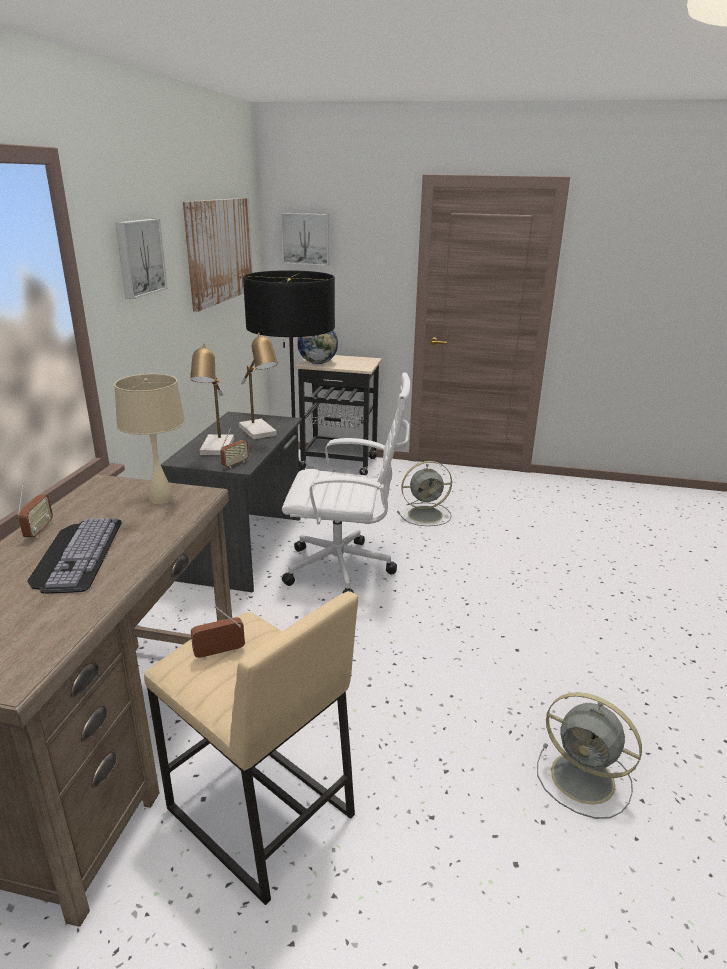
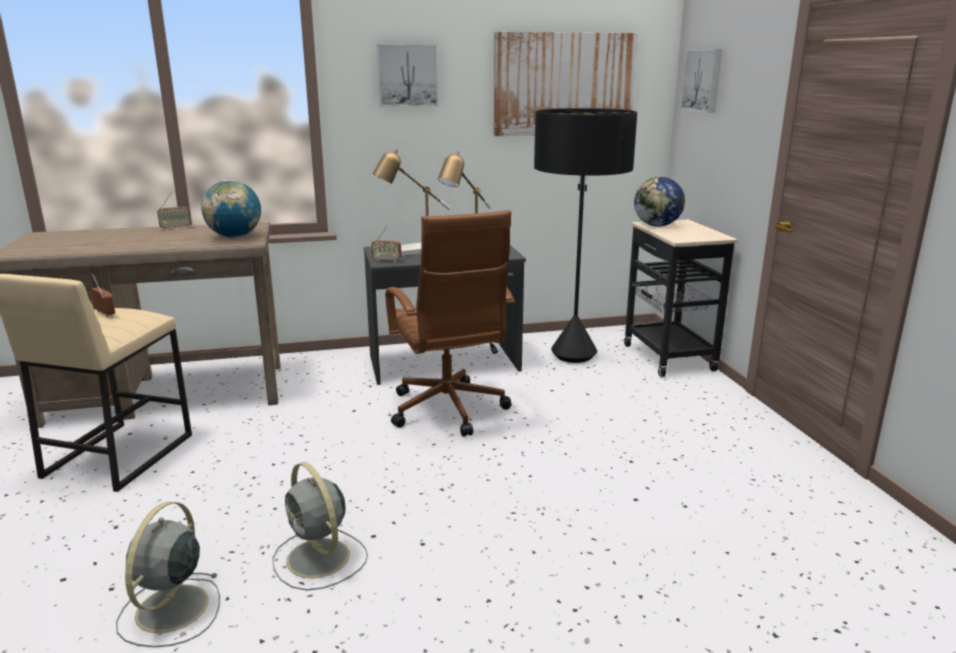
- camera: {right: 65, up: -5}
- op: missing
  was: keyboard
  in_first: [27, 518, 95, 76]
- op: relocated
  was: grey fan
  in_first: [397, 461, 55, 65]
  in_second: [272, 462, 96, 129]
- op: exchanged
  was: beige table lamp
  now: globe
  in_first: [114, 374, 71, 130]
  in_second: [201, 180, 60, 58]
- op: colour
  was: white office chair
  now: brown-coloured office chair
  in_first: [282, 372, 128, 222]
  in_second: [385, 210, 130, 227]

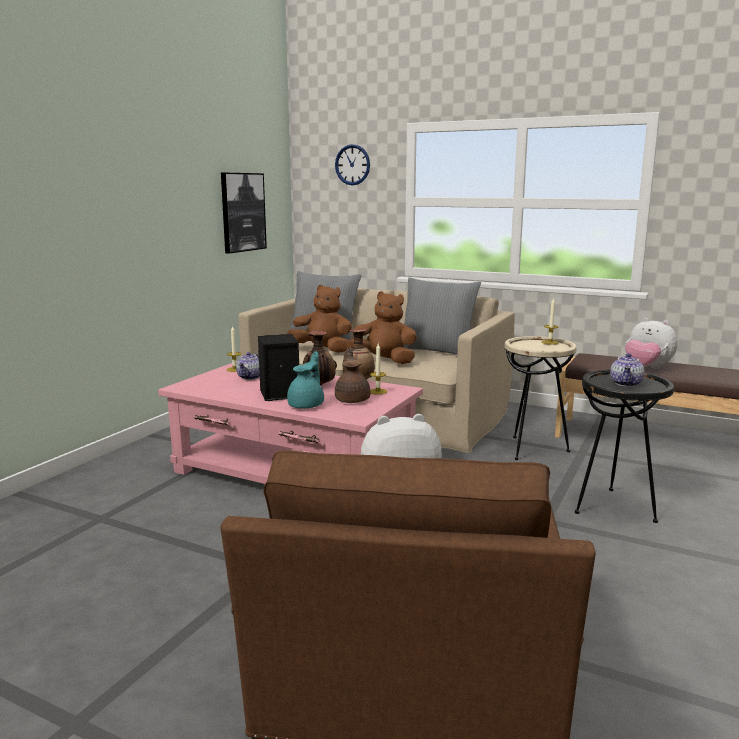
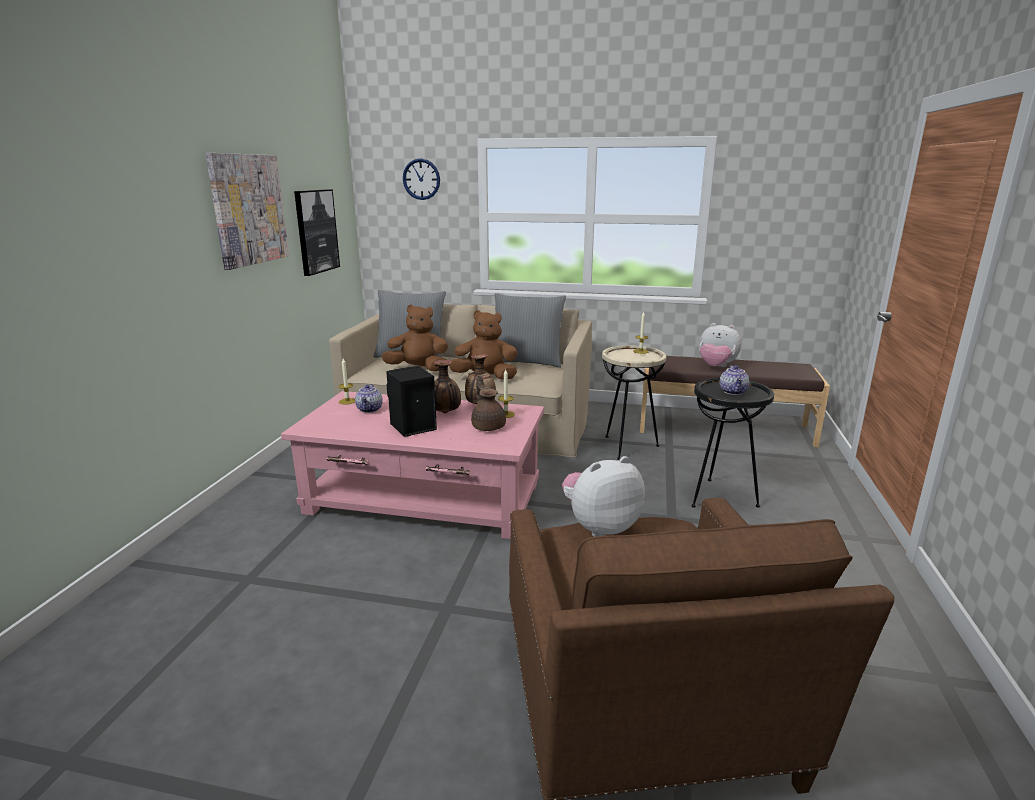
- camera: {right: -15, up: 5}
- op: missing
  was: blue-green tea pot
  in_first: [287, 351, 37, 57]
- op: appeared
  now: wall picture
  in_second: [205, 153, 84, 117]

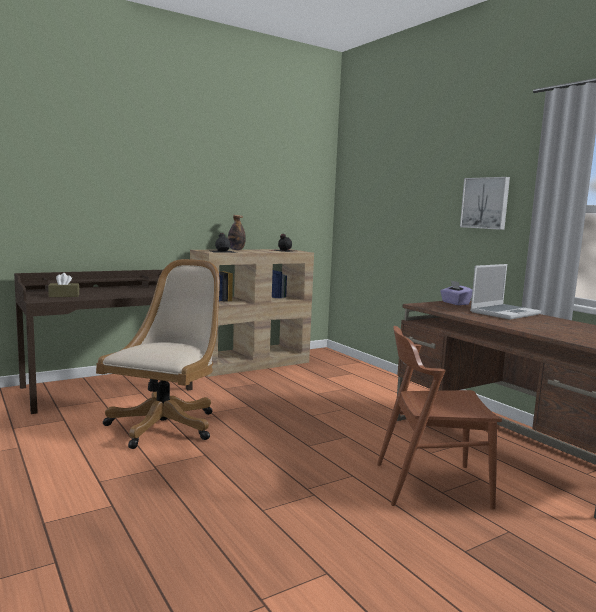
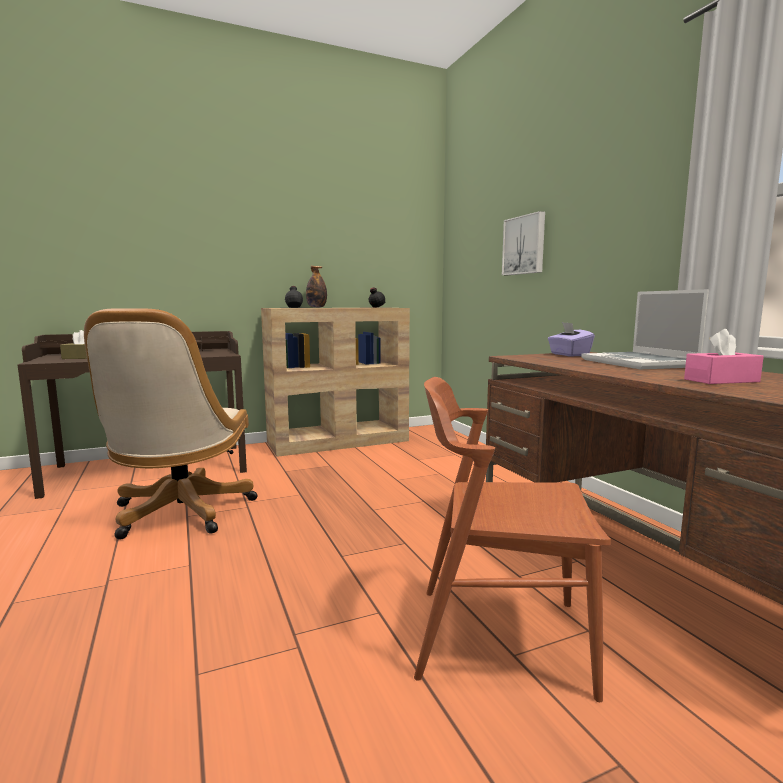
- camera: {right: 10, up: 0}
- op: appeared
  now: pinkish tissue holder
  in_second: [684, 329, 80, 55]
- op: relocated
  was: wall picture
  in_first: [460, 177, 50, 53]
  in_second: [502, 211, 43, 64]
- op: spun
  was: office chair
  in_first: [96, 259, 124, 190]
  in_second: [84, 308, 174, 231]
  clockwise: 150
- op: spun
  was: notebook computer
  in_first: [470, 264, 71, 56]
  in_second: [581, 289, 128, 80]
  clockwise: 105

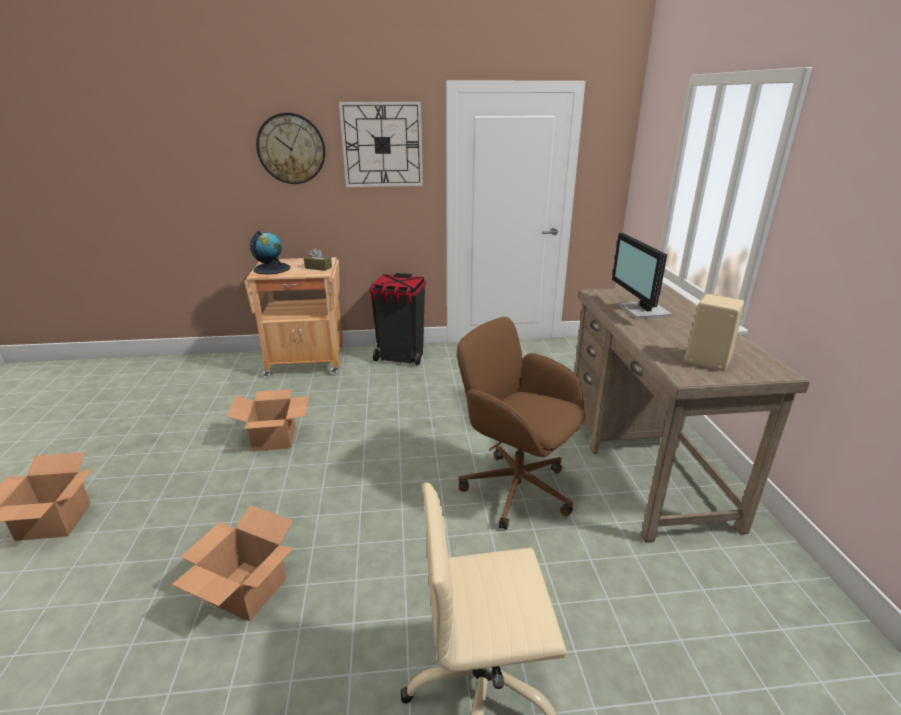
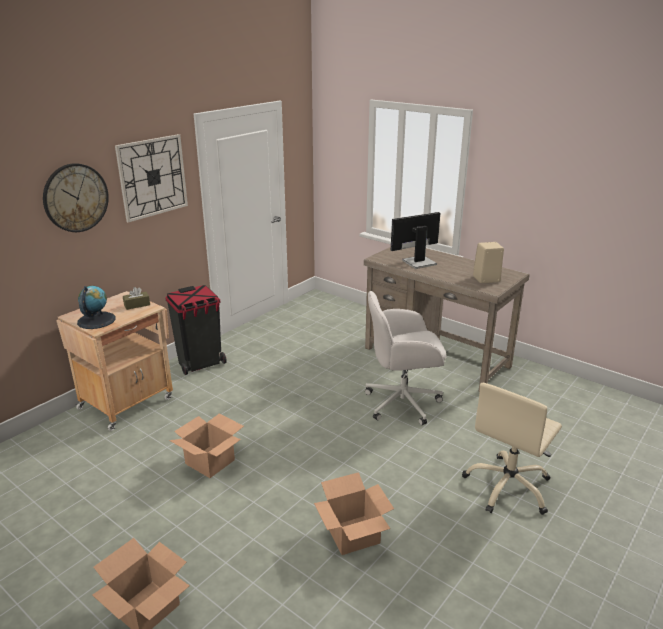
- camera: {right: -45, up: 0}
- op: colour
  was: brown-coloured office chair
  now: white office chair
  in_first: [457, 317, 129, 213]
  in_second: [365, 291, 82, 134]
- op: spun
  was: computer screen
  in_first: [612, 233, 61, 86]
  in_second: [391, 212, 49, 57]
  clockwise: 120

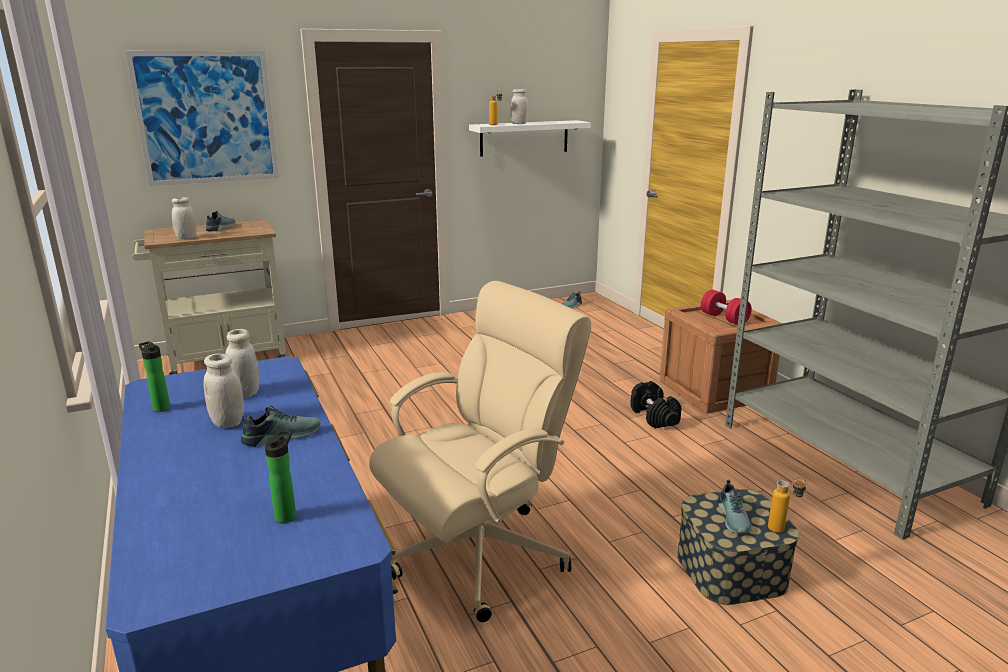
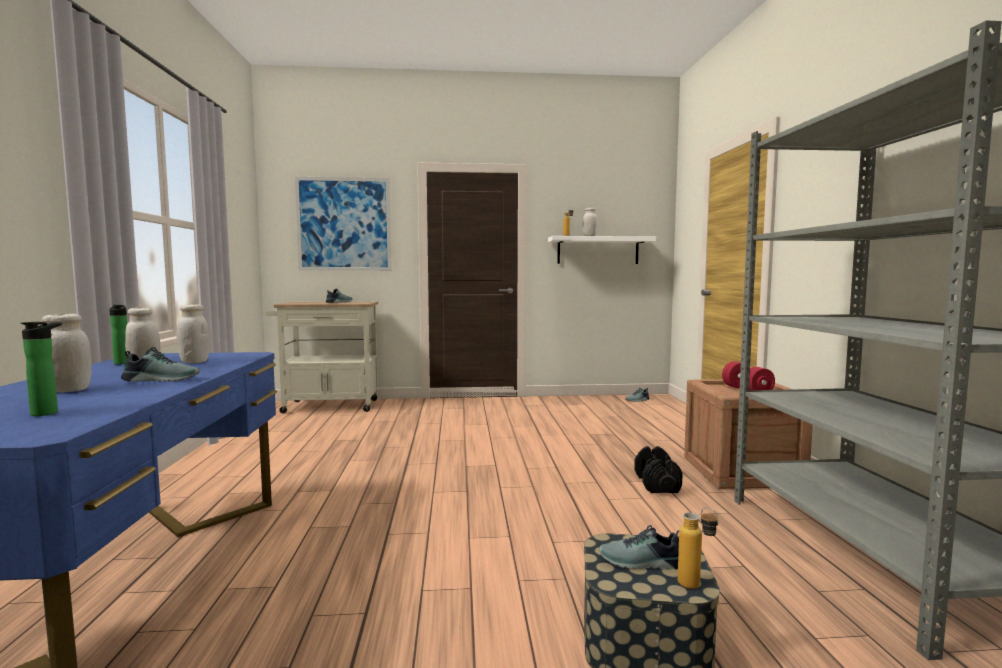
- camera: {right: 20, up: -15}
- op: missing
  was: beige office chair
  in_first: [369, 281, 222, 341]
- op: relocated
  was: white preserve jar
  in_first: [172, 197, 25, 42]
  in_second: [42, 314, 50, 78]
- op: spun
  was: low shoe
  in_first: [718, 480, 34, 53]
  in_second: [599, 525, 80, 45]
  clockwise: 75

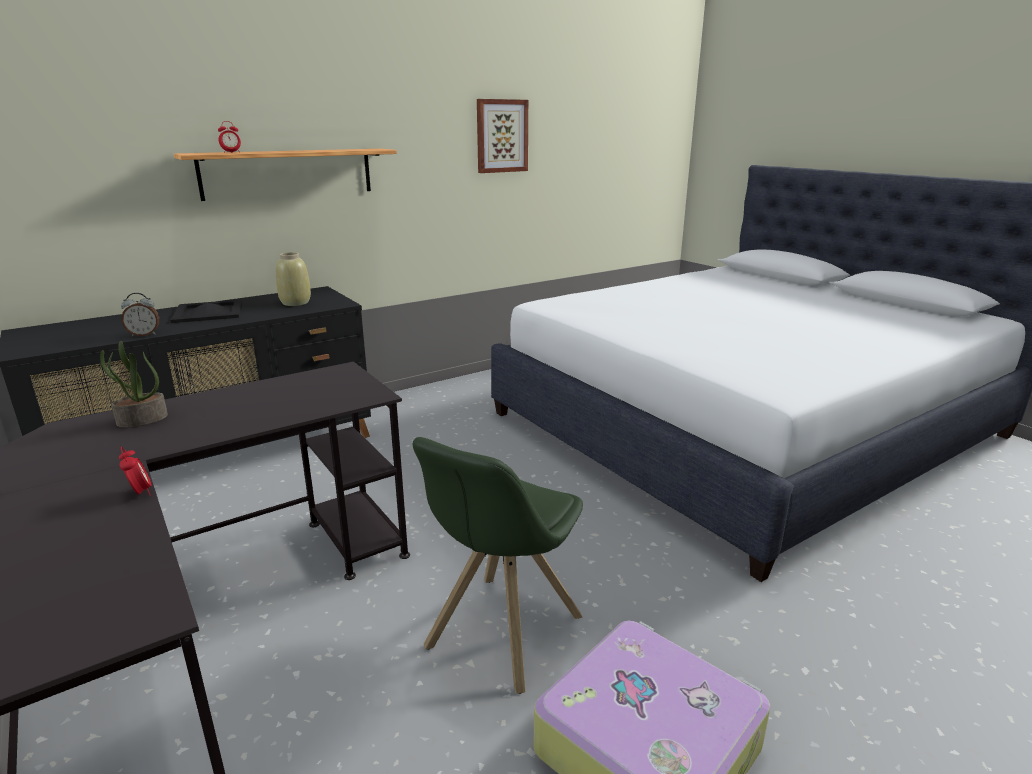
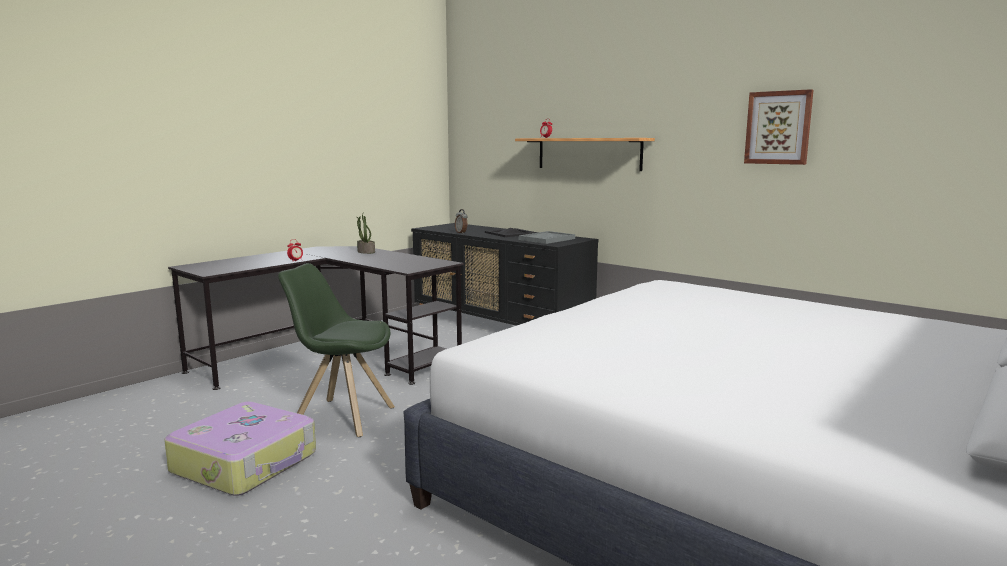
- camera: {right: 75, up: -10}
- op: exchanged
  was: beige flower vase
  now: grey carrying tray
  in_first: [276, 252, 35, 54]
  in_second: [519, 231, 56, 13]

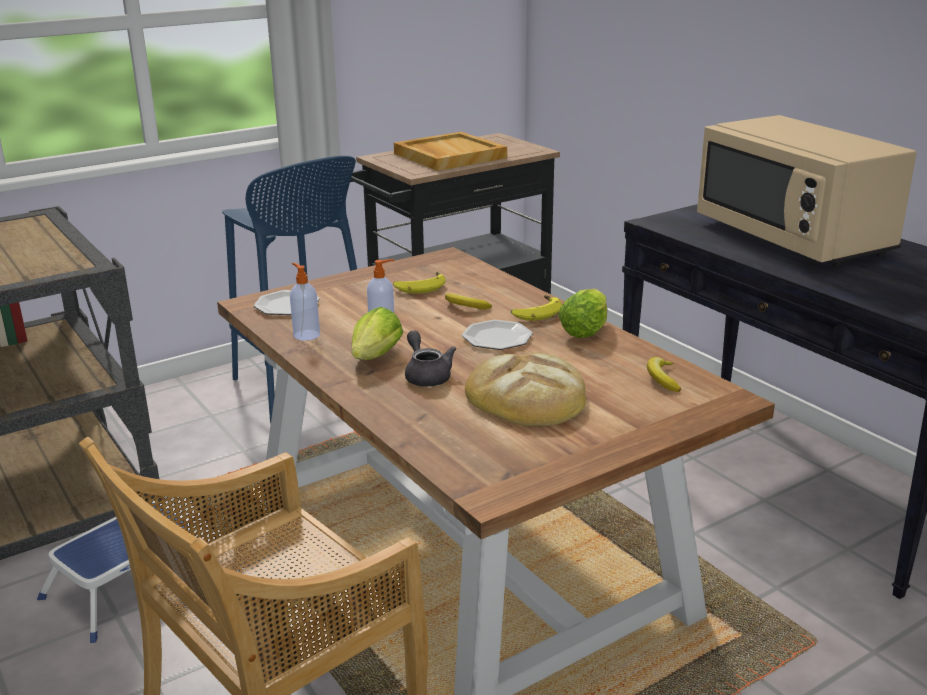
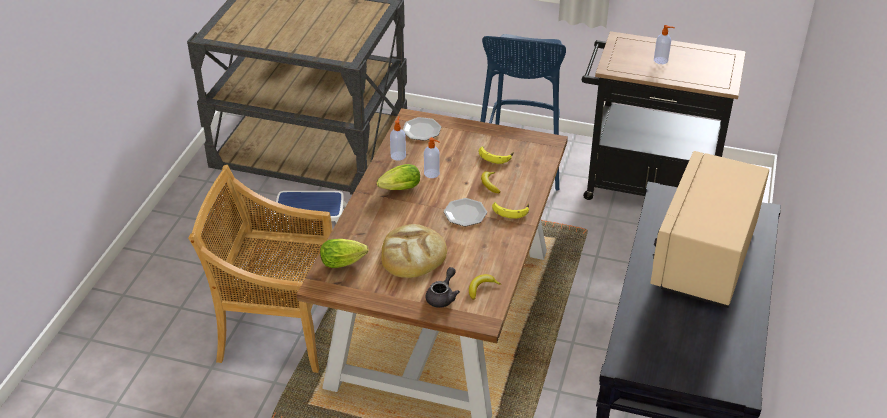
- camera: {right: 50, up: 15}
- op: relocated
  was: grey tea pot
  in_first: [405, 331, 51, 56]
  in_second: [426, 267, 34, 41]
- op: relocated
  was: lettuce head
  in_first: [558, 289, 49, 49]
  in_second: [320, 239, 49, 29]
- op: exchanged
  was: beige carrying tray
  now: liquid soap bottle
  in_first: [394, 132, 113, 39]
  in_second: [654, 25, 21, 39]

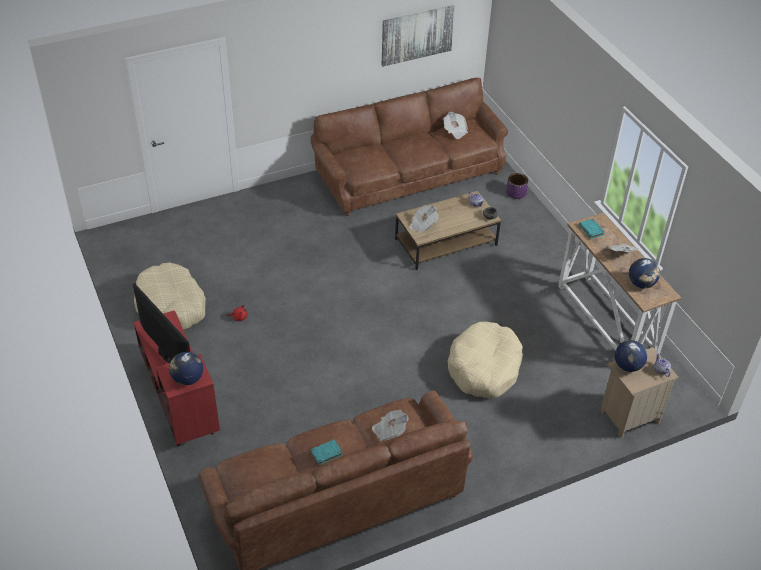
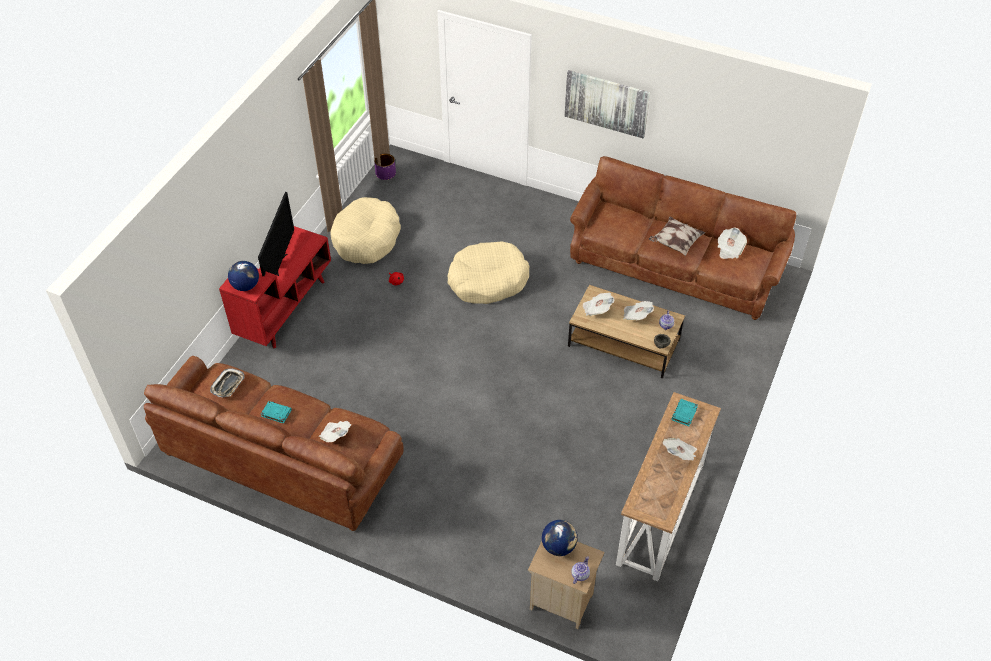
- camera: {right: 50, up: 5}
- op: missing
  was: globe
  in_first: [629, 258, 31, 30]
- op: appeared
  now: carrying tray
  in_second: [210, 368, 35, 29]
- op: appeared
  now: printed paper
  in_second: [623, 301, 31, 19]
- op: appeared
  now: pillow
  in_second: [649, 217, 56, 39]
- op: relocated
  was: wall picture
  in_first: [382, 5, 73, 62]
  in_second: [564, 70, 86, 68]
- op: relocated
  was: beige dog cushion
  in_first: [448, 321, 75, 77]
  in_second: [447, 241, 83, 63]
- op: relocated
  was: purple planter
  in_first: [506, 173, 22, 26]
  in_second: [374, 153, 22, 27]

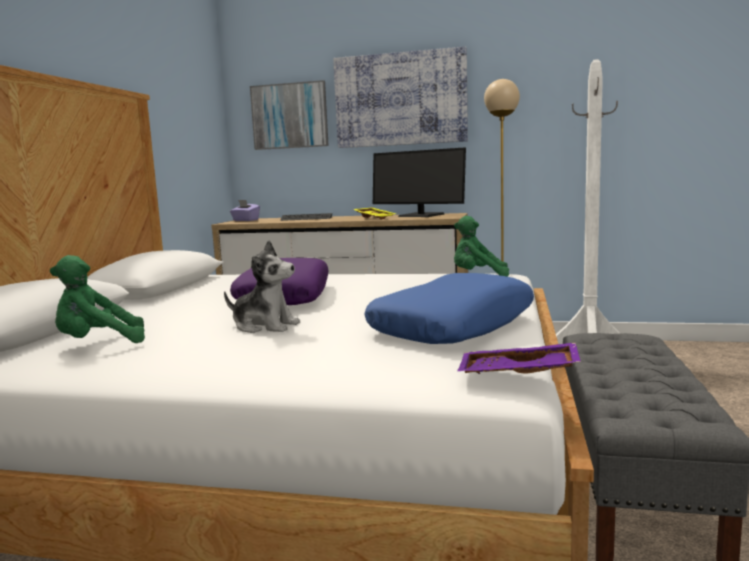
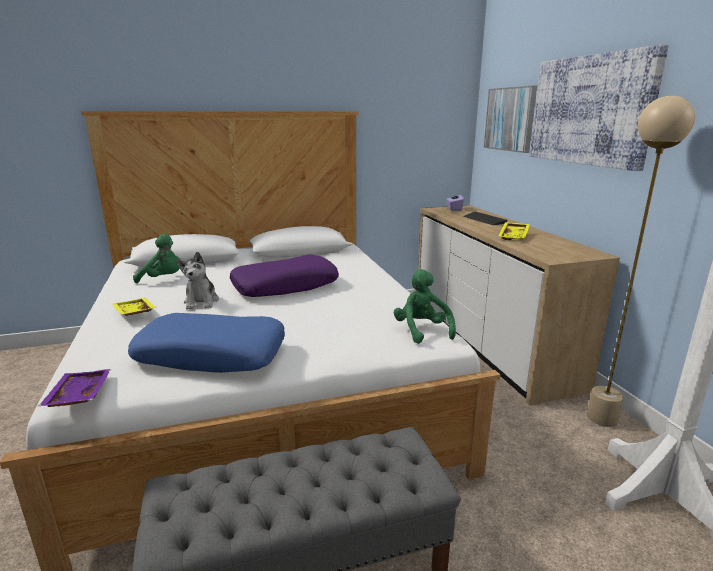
- camera: {right: 60, up: 10}
- op: missing
  was: computer screen
  in_first: [373, 147, 93, 70]
- op: appeared
  now: yellow carrying tray
  in_second: [112, 298, 45, 18]
- op: spun
  was: green-coloured cuddly toy
  in_first: [50, 255, 95, 88]
  in_second: [133, 234, 47, 49]
  clockwise: 150

